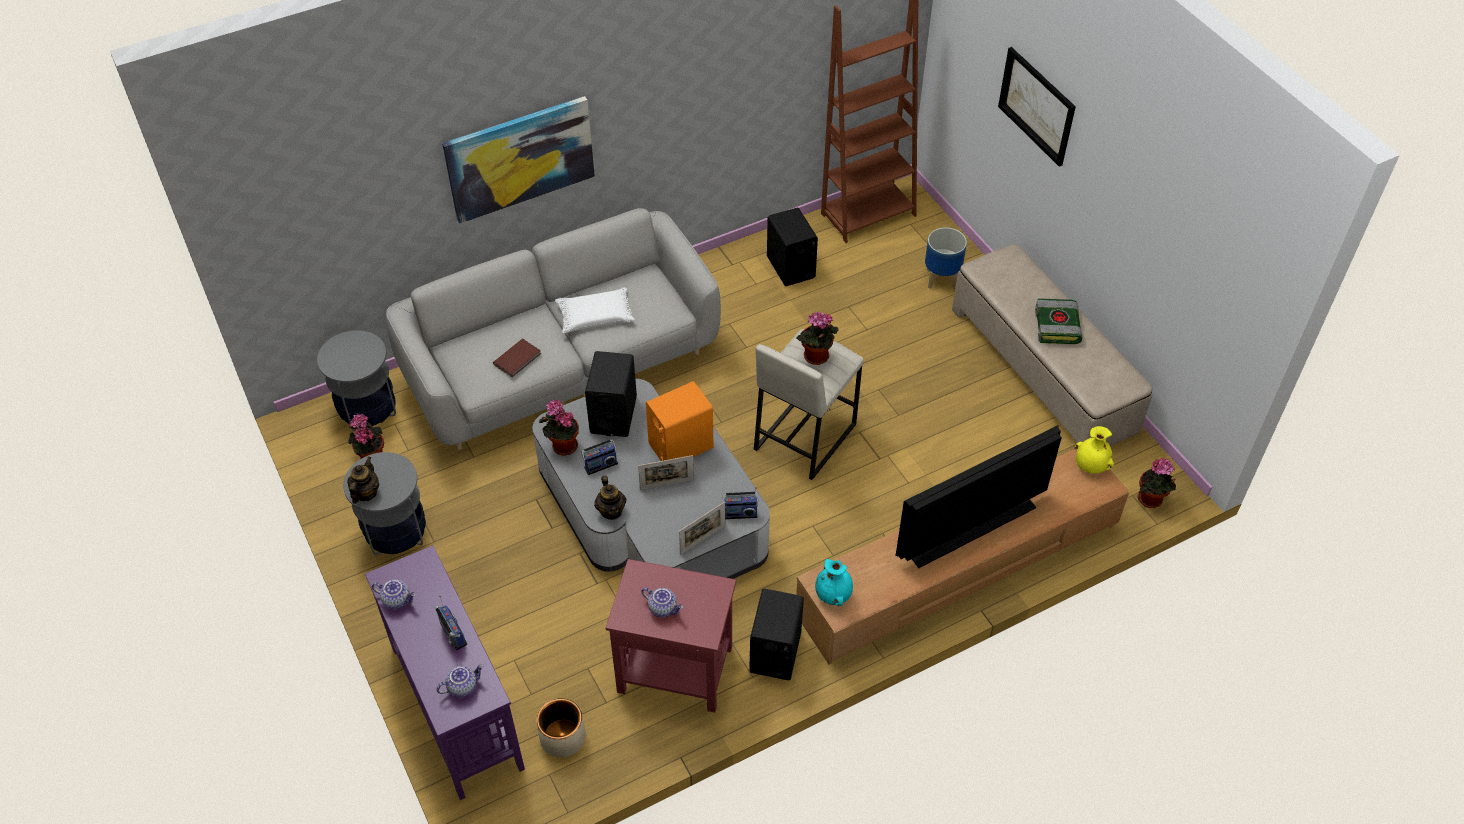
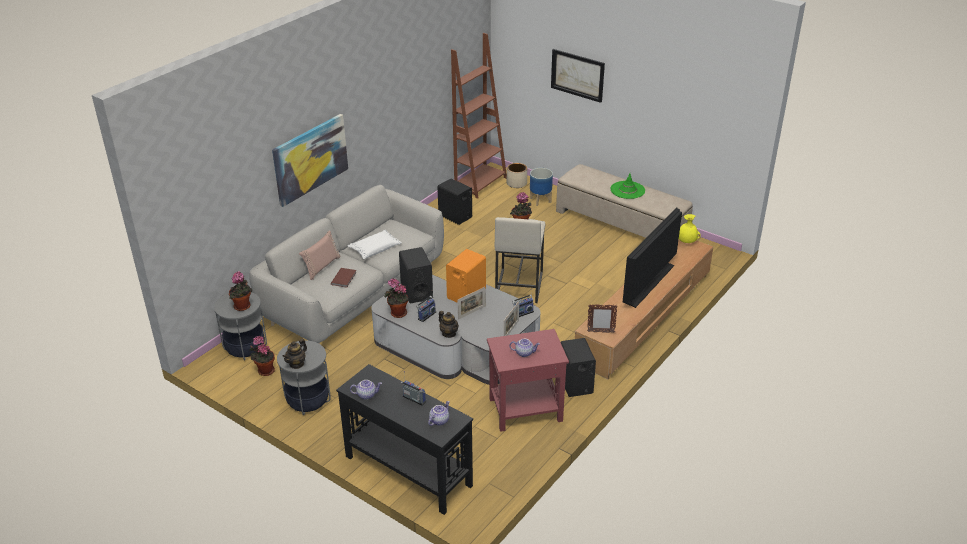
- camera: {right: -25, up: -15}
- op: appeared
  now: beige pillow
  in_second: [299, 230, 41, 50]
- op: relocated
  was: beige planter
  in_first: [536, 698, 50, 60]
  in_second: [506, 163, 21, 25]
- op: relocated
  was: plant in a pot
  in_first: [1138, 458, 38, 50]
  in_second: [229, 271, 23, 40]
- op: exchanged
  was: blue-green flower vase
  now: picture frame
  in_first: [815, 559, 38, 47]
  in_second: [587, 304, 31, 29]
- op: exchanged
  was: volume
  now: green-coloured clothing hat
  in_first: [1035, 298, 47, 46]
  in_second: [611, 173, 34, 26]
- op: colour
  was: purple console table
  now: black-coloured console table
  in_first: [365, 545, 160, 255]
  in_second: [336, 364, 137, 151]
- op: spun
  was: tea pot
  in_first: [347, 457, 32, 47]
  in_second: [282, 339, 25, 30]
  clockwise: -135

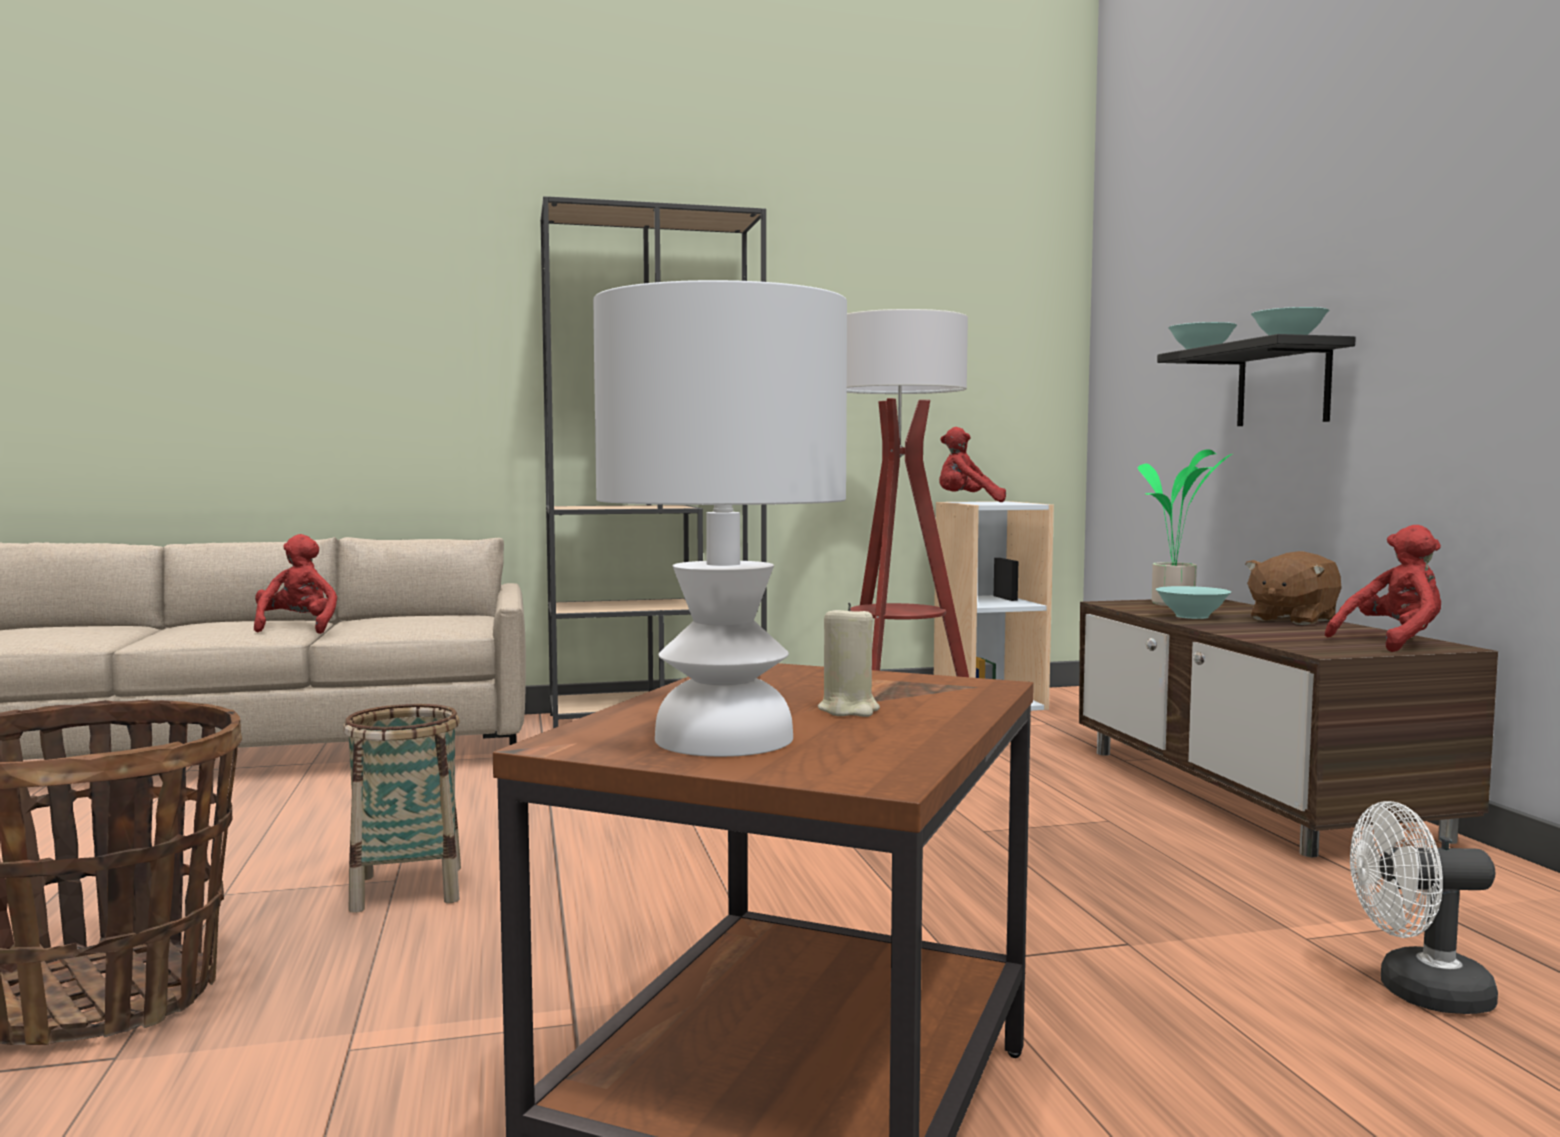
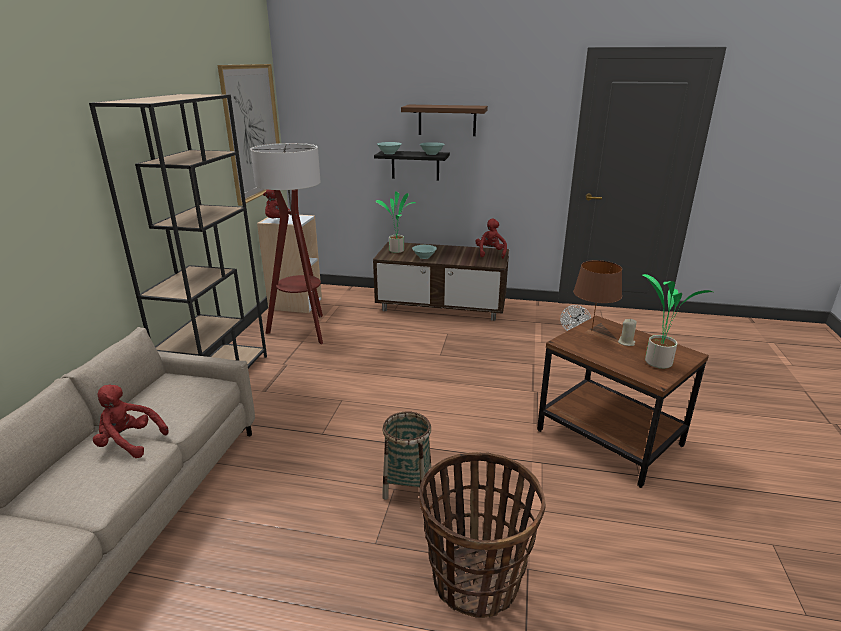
- camera: {right: -65, up: 20}
- op: missing
  was: brown-coloured cuddly toy
  in_first: [1245, 551, 96, 74]
- op: appeared
  now: wall picture
  in_second: [218, 64, 62, 142]
- op: appeared
  now: brown-coloured wall shelf
  in_second: [401, 105, 87, 31]
- op: appeared
  now: brown-coloured table lamp
  in_second: [573, 260, 49, 72]
- op: exchanged
  was: white table lamp
  now: plant in a pot
  in_first: [593, 280, 254, 477]
  in_second: [643, 274, 70, 95]

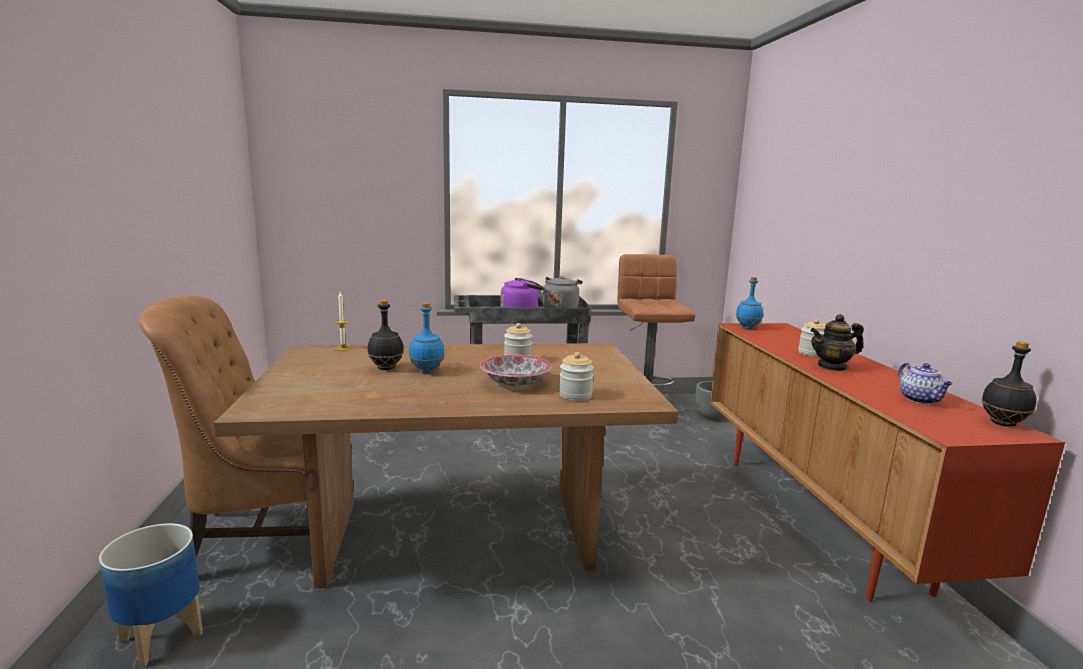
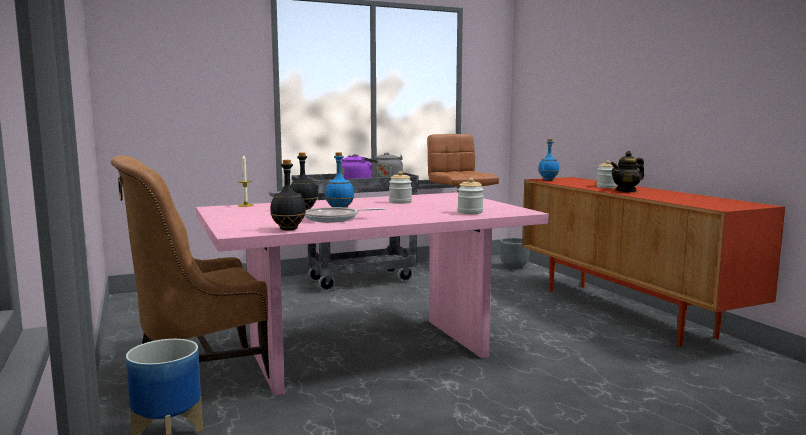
- camera: {right: -15, up: -5}
- op: missing
  was: bowl
  in_first: [480, 355, 72, 31]
- op: missing
  was: tea pot
  in_first: [898, 363, 55, 41]
- op: appeared
  now: pan
  in_second: [305, 207, 80, 16]
- op: relocated
  was: black-coloured beverage bottle
  in_first: [981, 341, 56, 86]
  in_second: [270, 160, 36, 71]
- op: colour
  was: brown-coloured kitchen table
  now: pinkish kitchen table
  in_first: [214, 343, 464, 245]
  in_second: [196, 192, 353, 203]

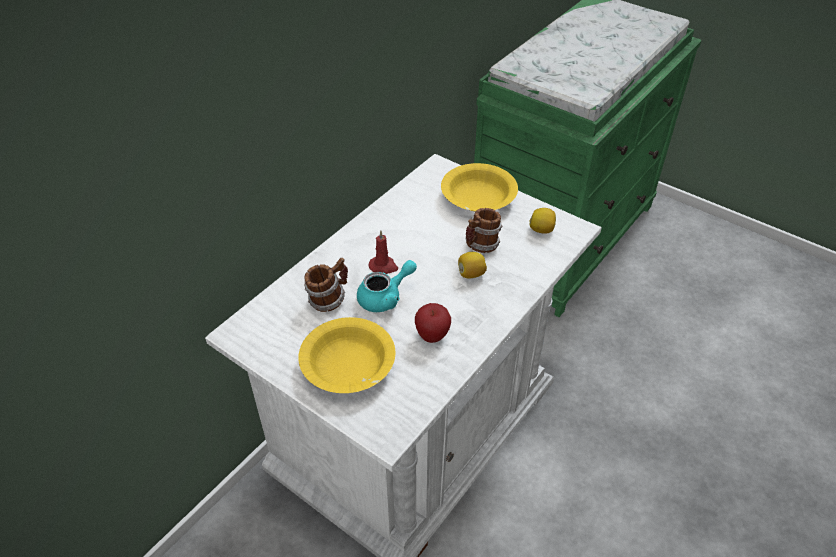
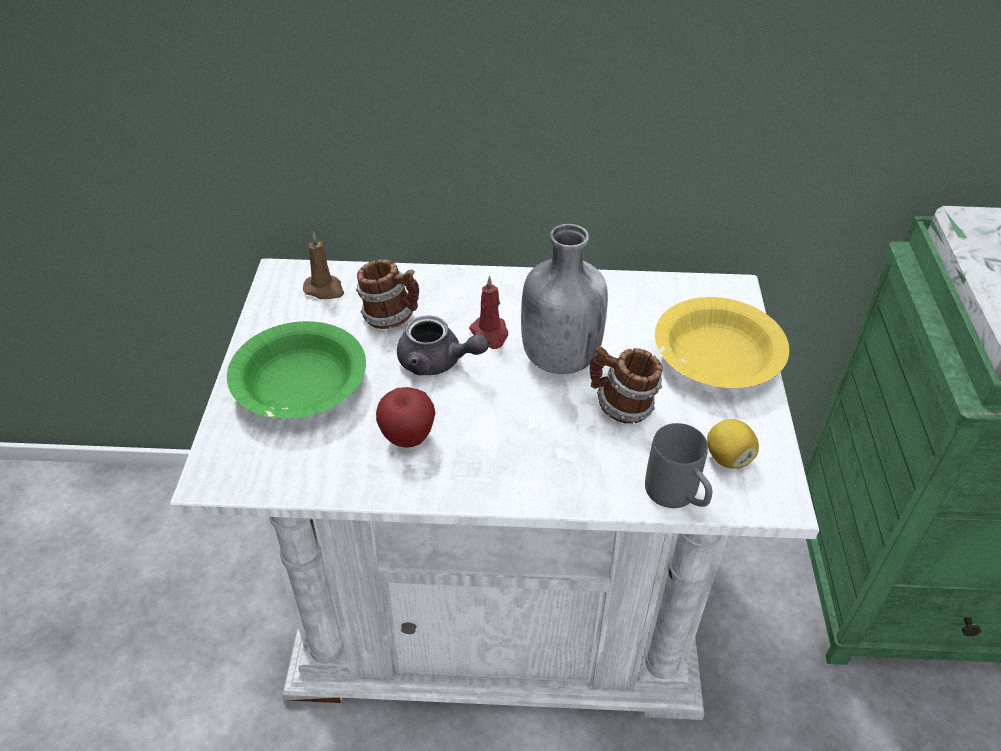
- camera: {right: 55, up: 0}
- op: missing
  was: citrus fruit
  in_first: [458, 252, 29, 27]
- op: appeared
  now: brown-coloured wax light
  in_second: [303, 232, 41, 67]
- op: appeared
  now: grey beverage bottle
  in_second: [521, 224, 87, 150]
- op: appeared
  now: grey tea mug
  in_second: [645, 423, 67, 85]
- op: colour
  was: yellow bowl
  now: green-coloured bowl
  in_first: [298, 317, 97, 76]
  in_second: [227, 321, 139, 98]
- op: colour
  was: blue-green tea pot
  now: grey tea pot
  in_first: [357, 260, 60, 52]
  in_second: [397, 316, 92, 59]

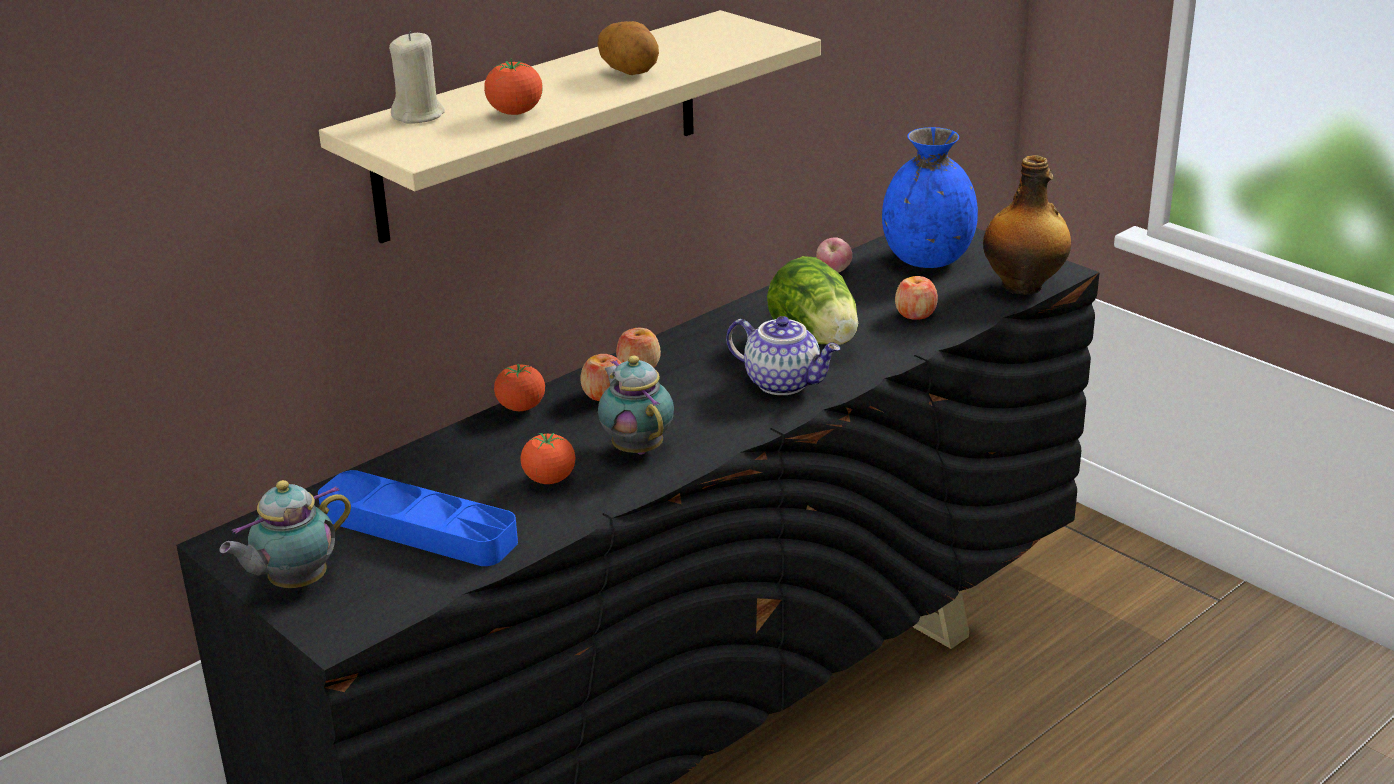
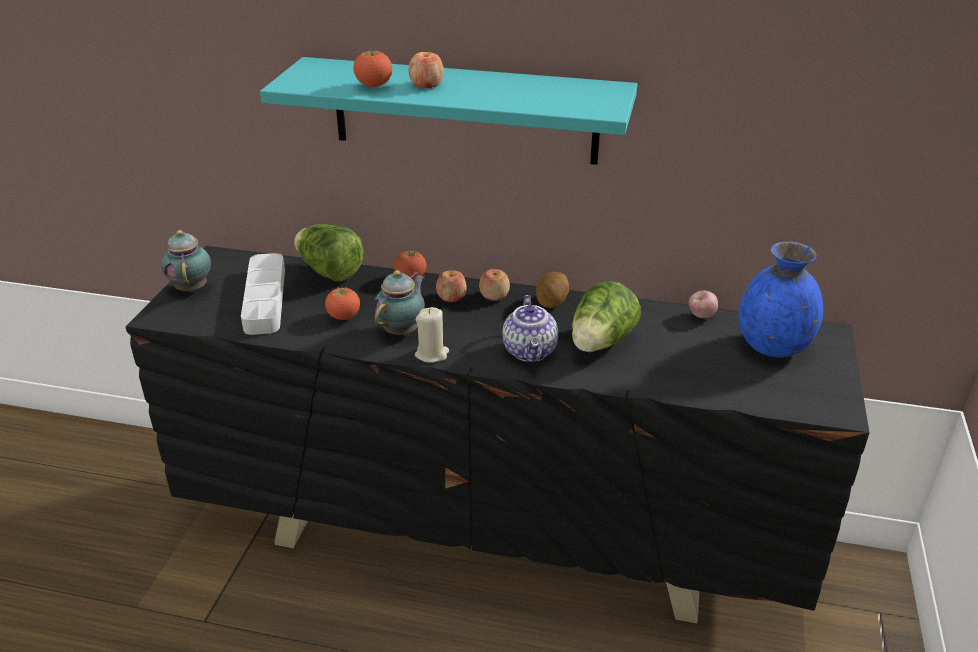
- camera: {right: 55, up: 5}
- op: missing
  was: beverage bottle
  in_first: [983, 155, 88, 140]
- op: appeared
  now: lettuce head
  in_second: [294, 224, 69, 58]
- op: relocated
  was: beige wax light
  in_first: [389, 32, 56, 92]
  in_second: [415, 307, 34, 56]
- op: relocated
  was: spud
  in_first: [597, 21, 62, 54]
  in_second: [536, 272, 33, 36]
- op: relocated
  was: whole apple
  in_first: [895, 276, 43, 44]
  in_second: [409, 52, 35, 36]
- op: colour
  was: blue-coloured carrying tray
  now: grey carrying tray
  in_first: [318, 470, 200, 96]
  in_second: [241, 253, 44, 82]
- op: colour
  was: beige wall shelf
  now: blue-green wall shelf
  in_first: [319, 10, 502, 233]
  in_second: [260, 57, 378, 108]
- op: spun
  was: tea pot
  in_first: [219, 480, 132, 108]
  in_second: [161, 230, 50, 62]
  clockwise: 60

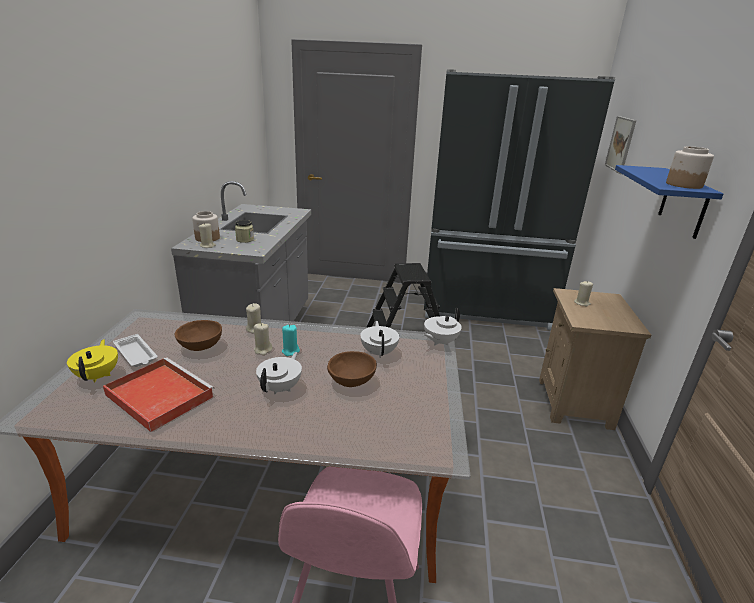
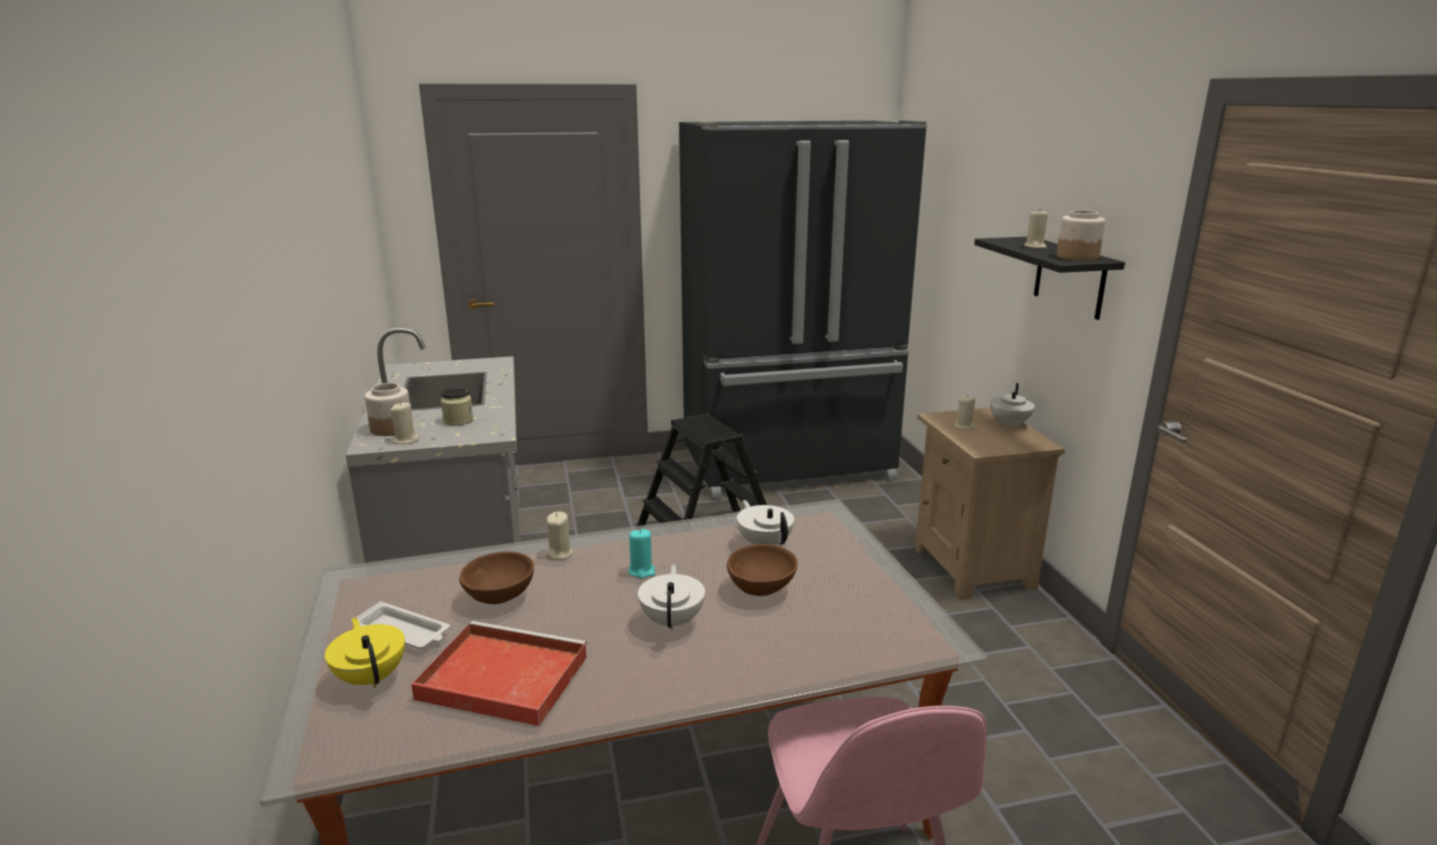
- camera: {right: -20, up: -5}
- op: missing
  was: wall picture
  in_first: [605, 116, 31, 58]
- op: relocated
  was: beige wax light
  in_first: [254, 323, 19, 32]
  in_second: [1024, 210, 24, 39]
- op: relocated
  was: white tea pot
  in_first: [423, 308, 39, 38]
  in_second: [990, 383, 45, 45]
- op: colour
  was: blue-coloured wall shelf
  now: black-coloured wall shelf
  in_first: [615, 165, 108, 74]
  in_second: [974, 237, 151, 83]

